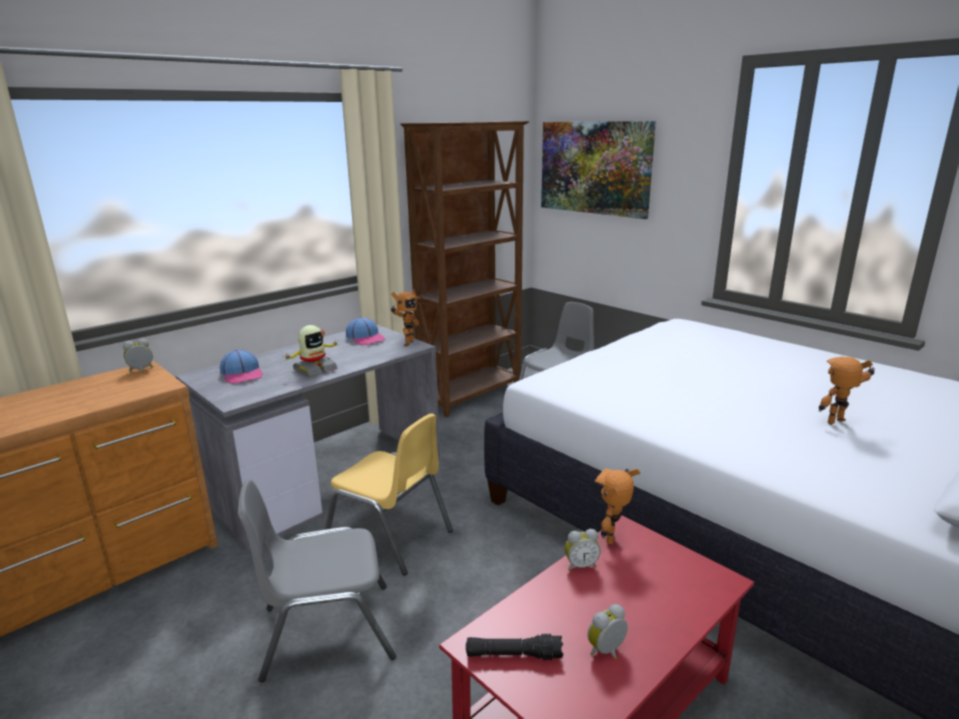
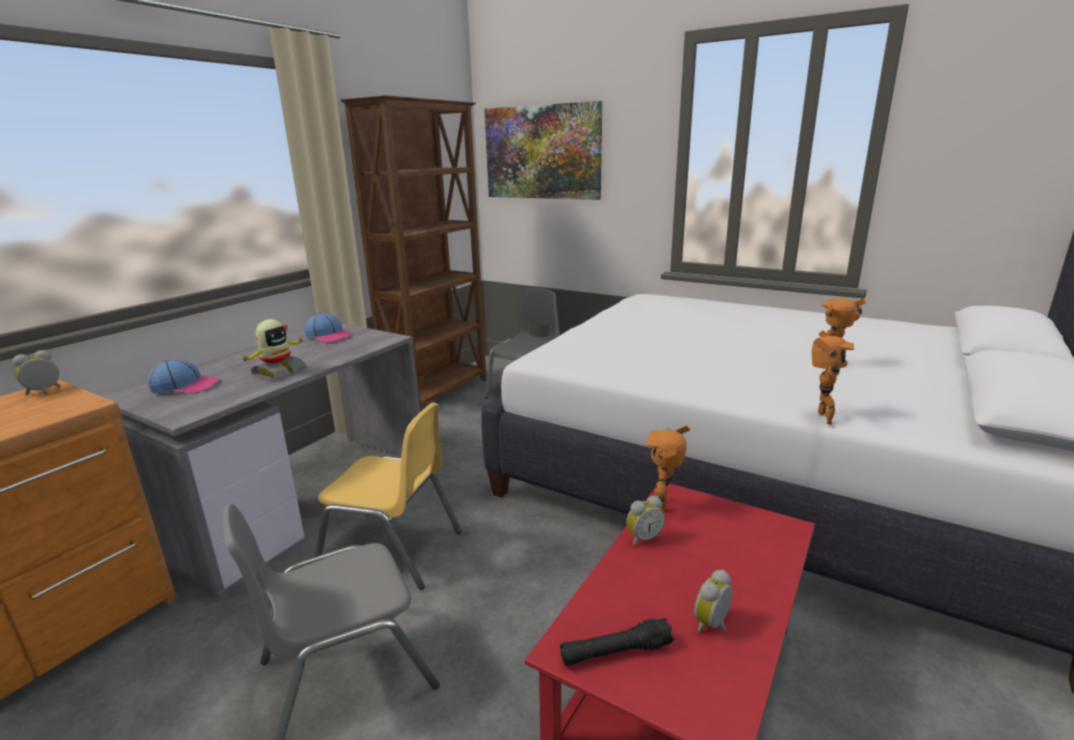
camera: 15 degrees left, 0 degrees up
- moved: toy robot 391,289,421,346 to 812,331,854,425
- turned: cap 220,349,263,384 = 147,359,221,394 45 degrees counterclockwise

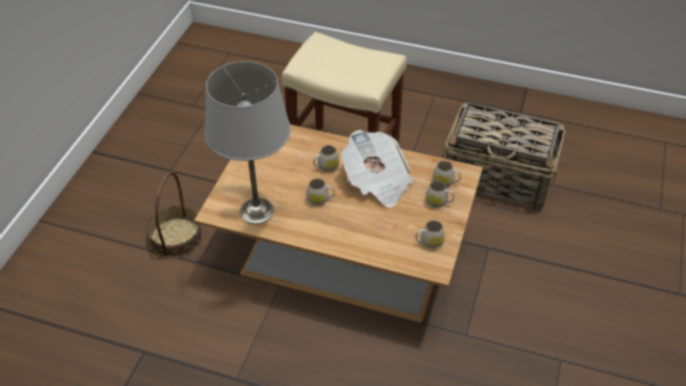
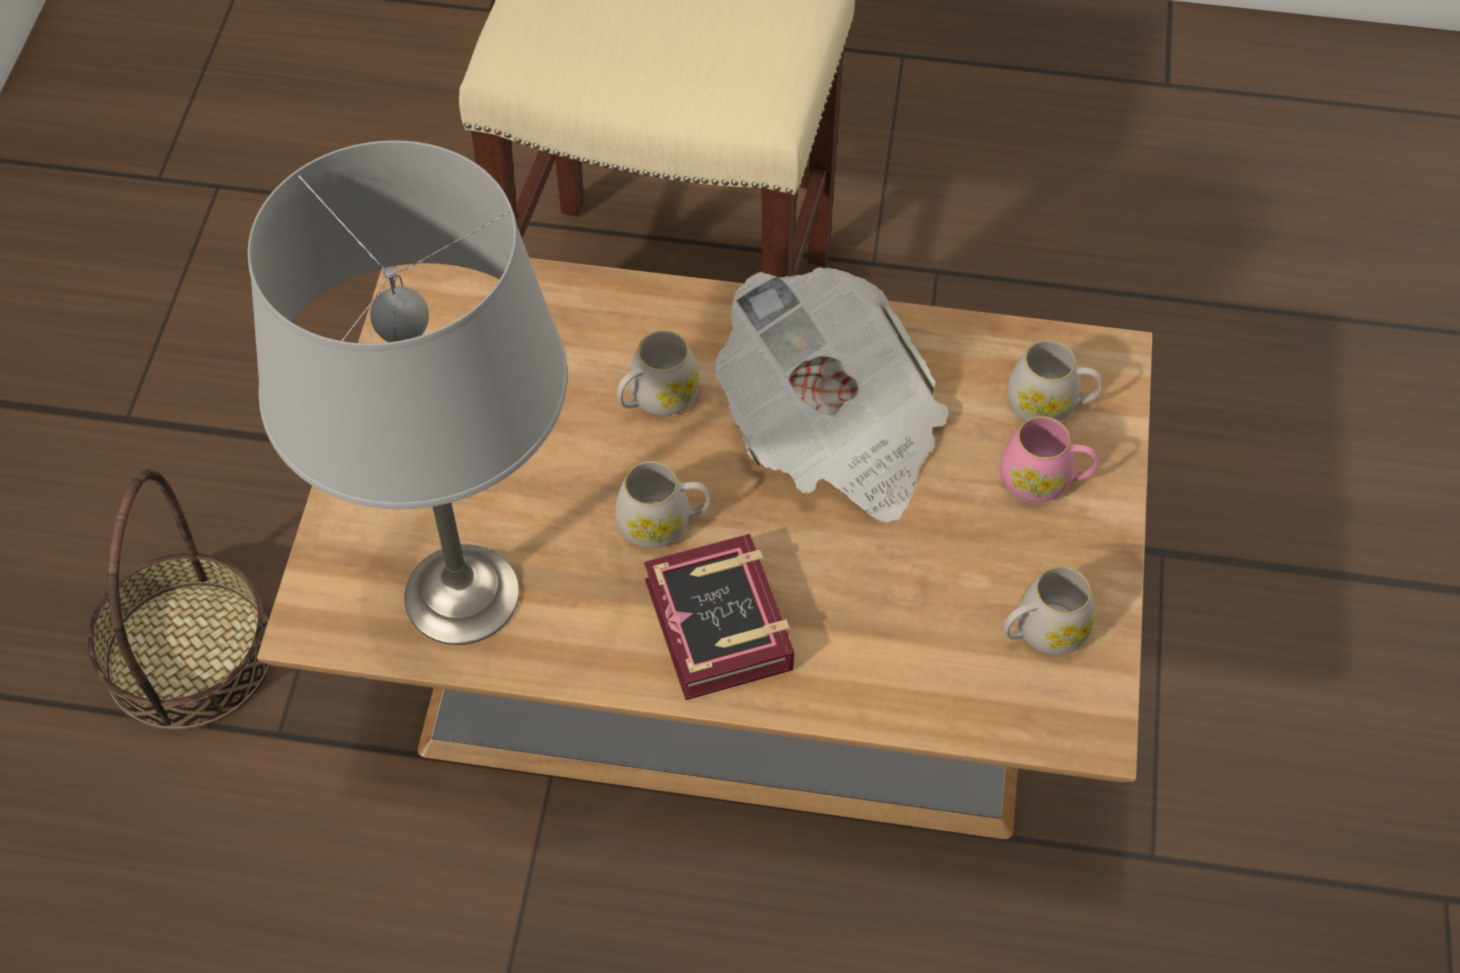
camera: 10 degrees left, 10 degrees up
- removed: basket 445,102,565,212
- recoloured: white mug 425,180,454,208 to pink mug 1000,416,1097,502
- added: book 644,534,795,700

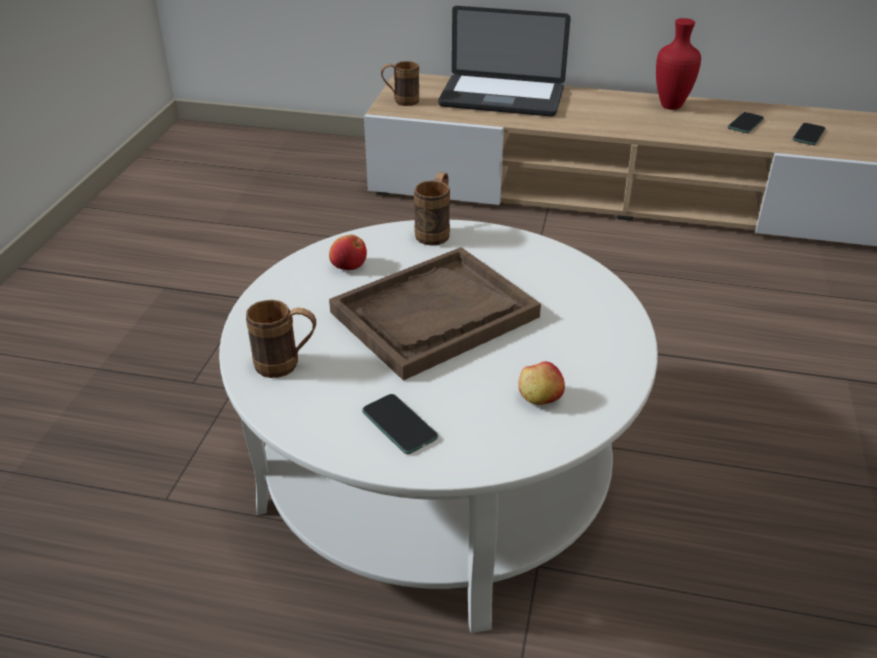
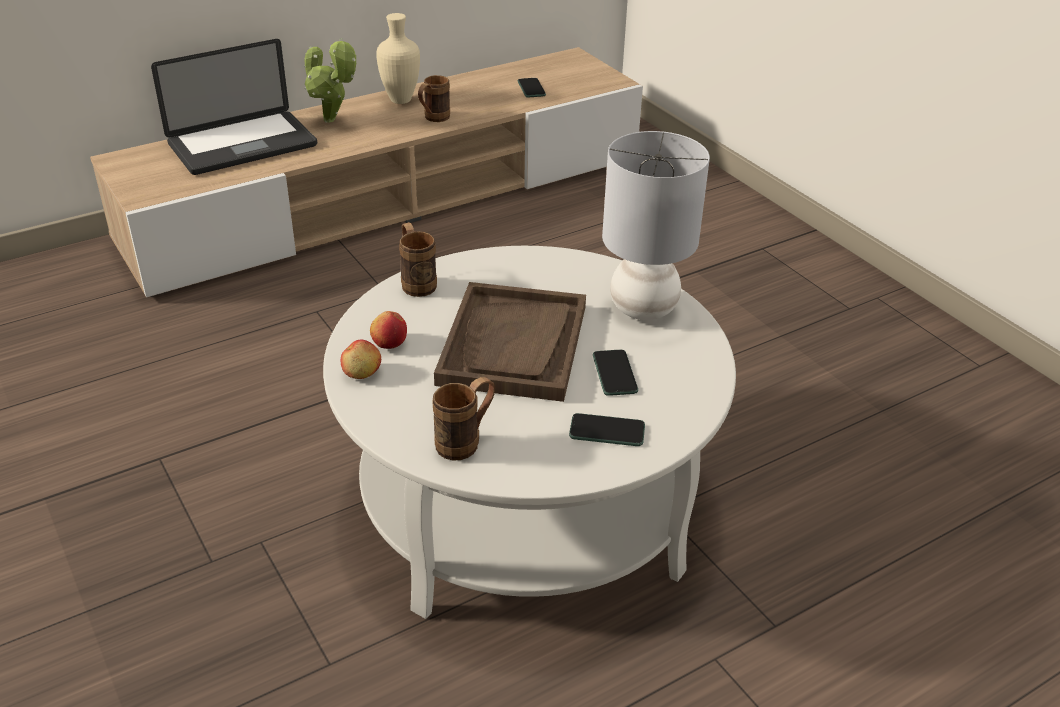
camera: 45 degrees left, 0 degrees up
- recoloured: red vase 656,18,701,110 to beige vase 377,13,420,104
- moved: brown mug 381,61,419,106 to 418,75,450,122
- moved: phone 728,112,764,133 to 593,350,638,396
- moved: apple 518,361,565,405 to 341,339,381,379
- added: potted plant 304,38,356,123
- added: grey table lamp 602,131,710,320

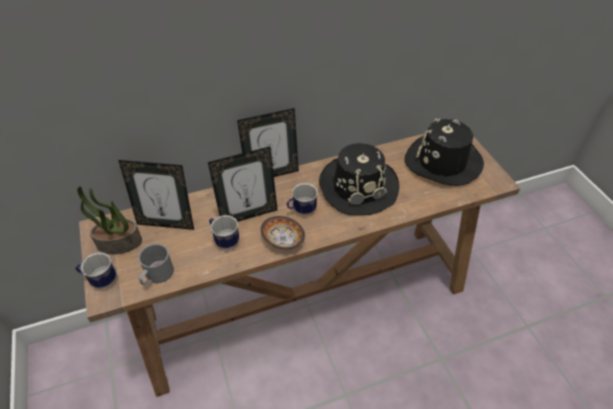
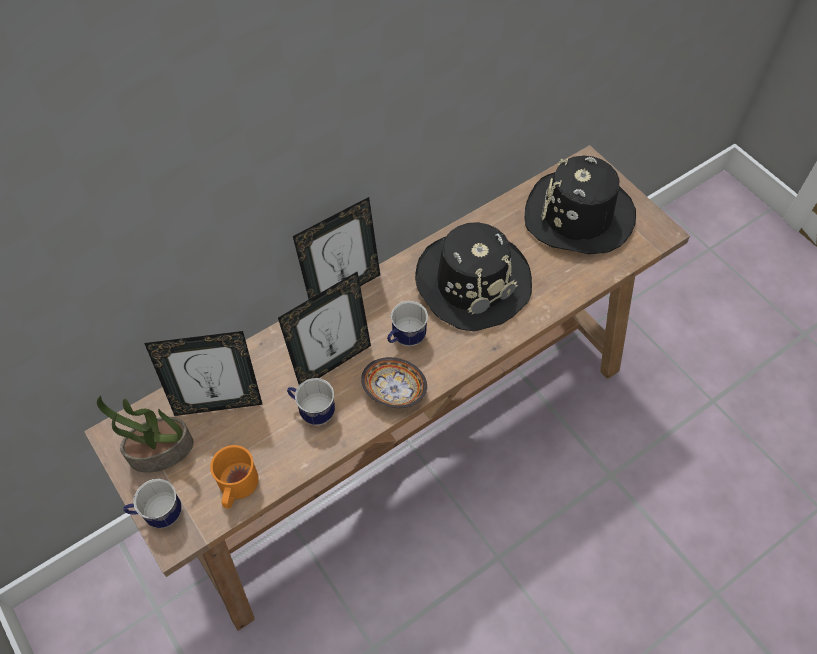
camera: 15 degrees left, 10 degrees up
- recoloured: grey mug 138,243,174,286 to orange mug 210,445,258,509

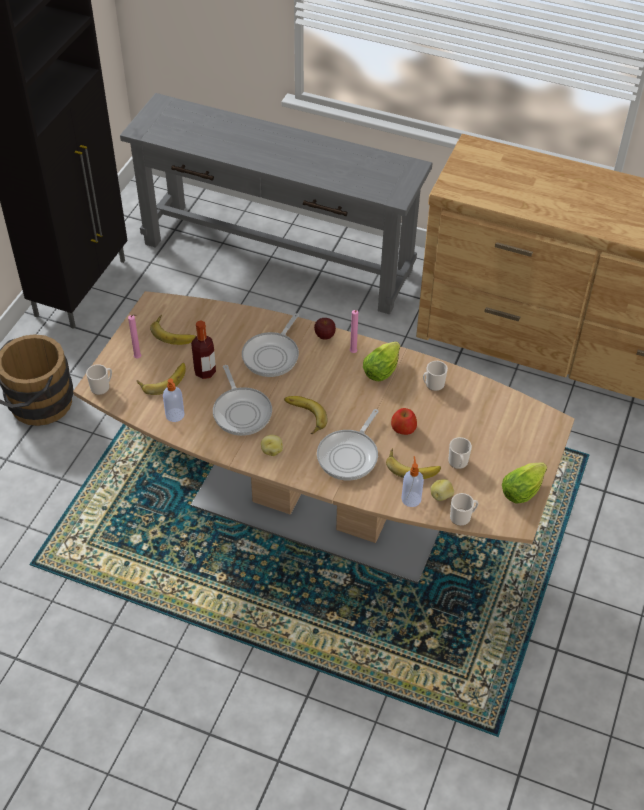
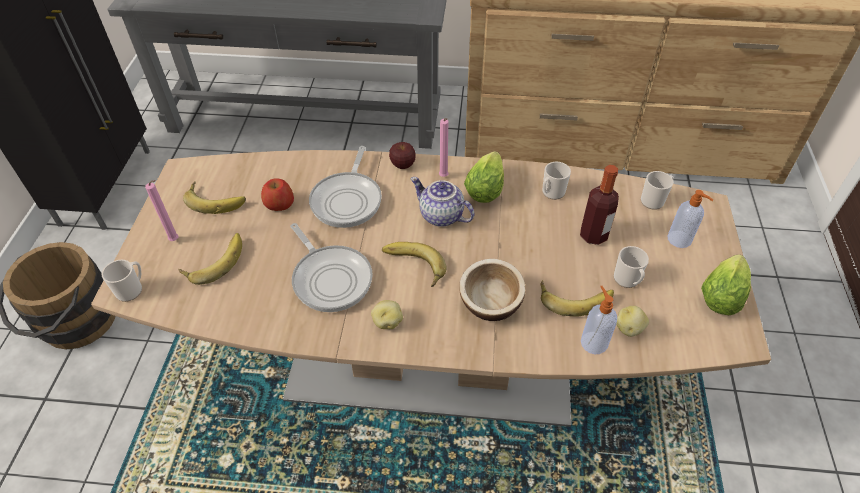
camera: 15 degrees left, 0 degrees up
- moved: bottle 191,320,216,379 to 580,165,619,245
- moved: soap dispenser 163,379,184,422 to 668,190,713,248
- moved: apple 391,408,417,435 to 261,178,294,211
- replaced: frying pan 317,409,379,481 to bowl 459,259,526,321
- moved: mug 450,493,478,526 to 641,171,674,210
- added: teapot 411,177,474,227

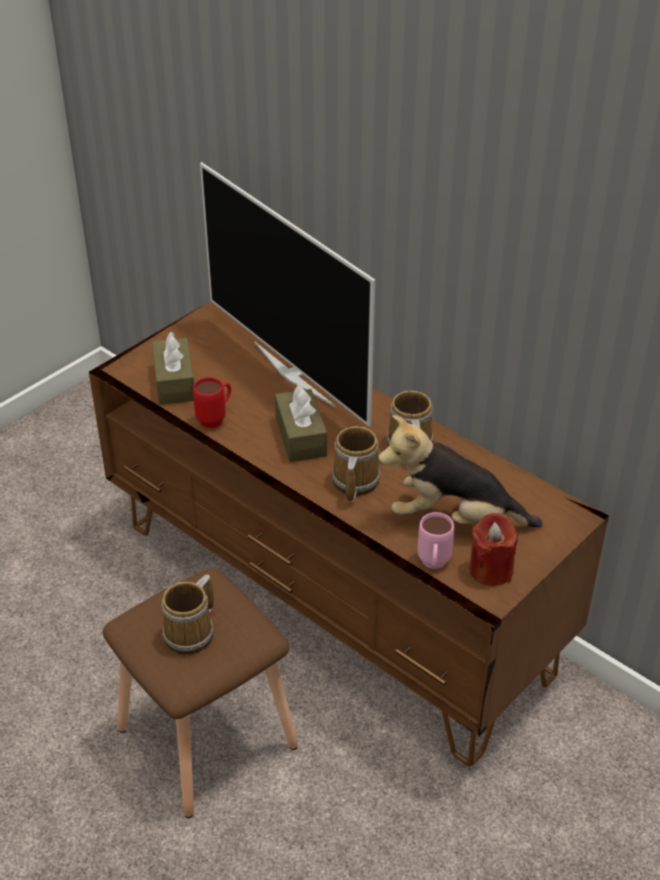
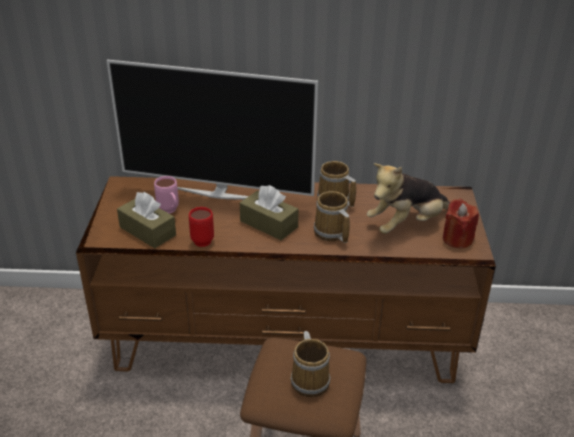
camera: 40 degrees left, 5 degrees down
- moved: pink mug 418,512,454,569 to 154,176,179,214

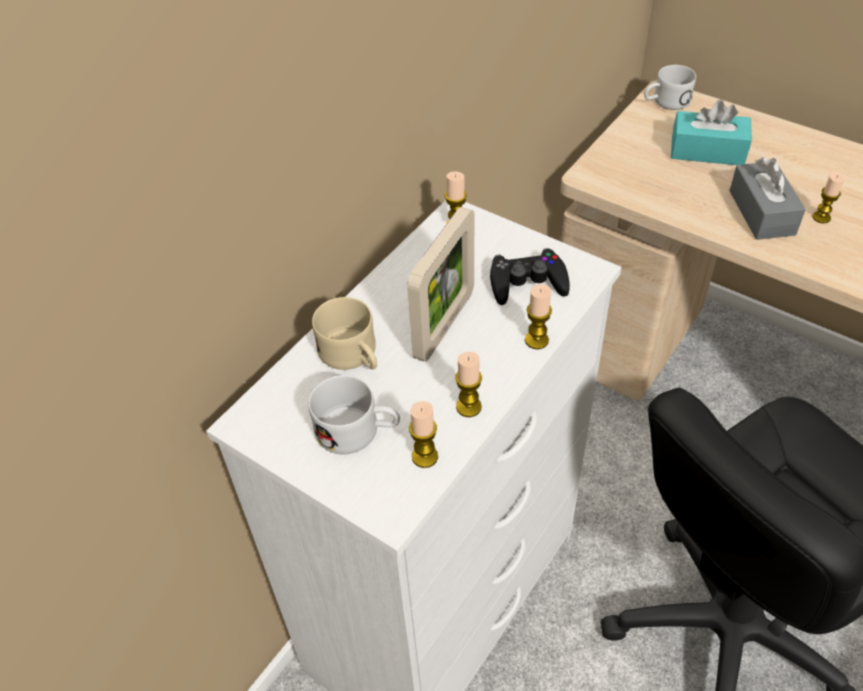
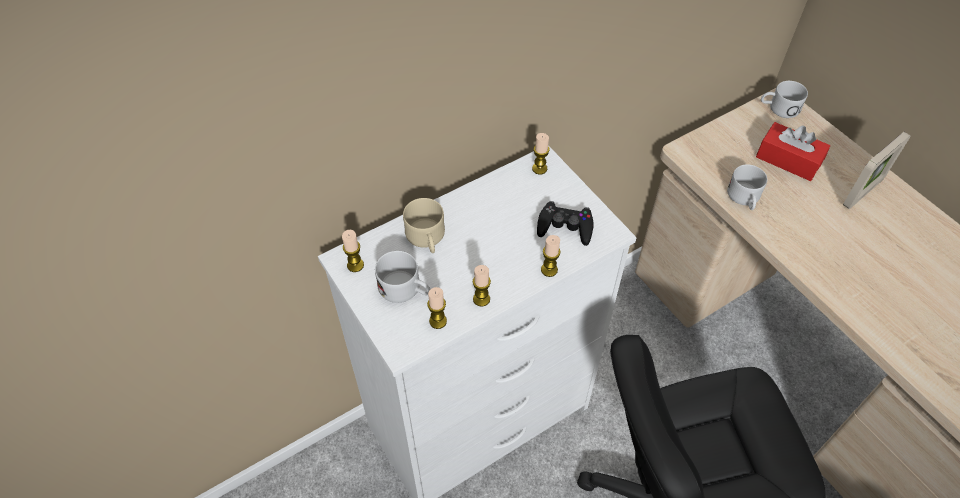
camera: 20 degrees right, 5 degrees up
- recoloured: turquoise tissue box 671,100,752,165 to red tissue box 756,122,830,181
- removed: grey tissue box 730,158,806,240
- moved: candle 812,172,845,223 to 342,230,364,272
- moved: picture frame 407,207,474,362 to 843,132,911,209
- added: white mug 727,164,767,210

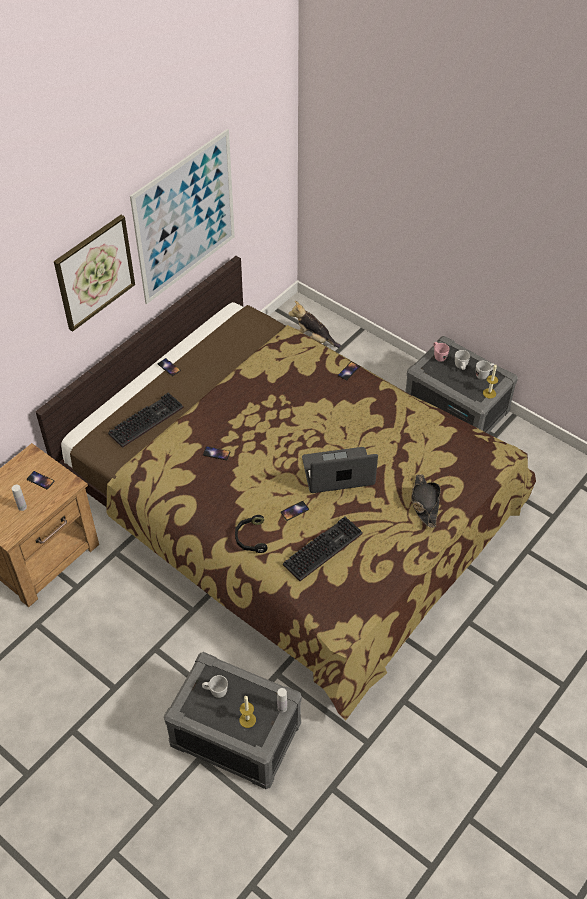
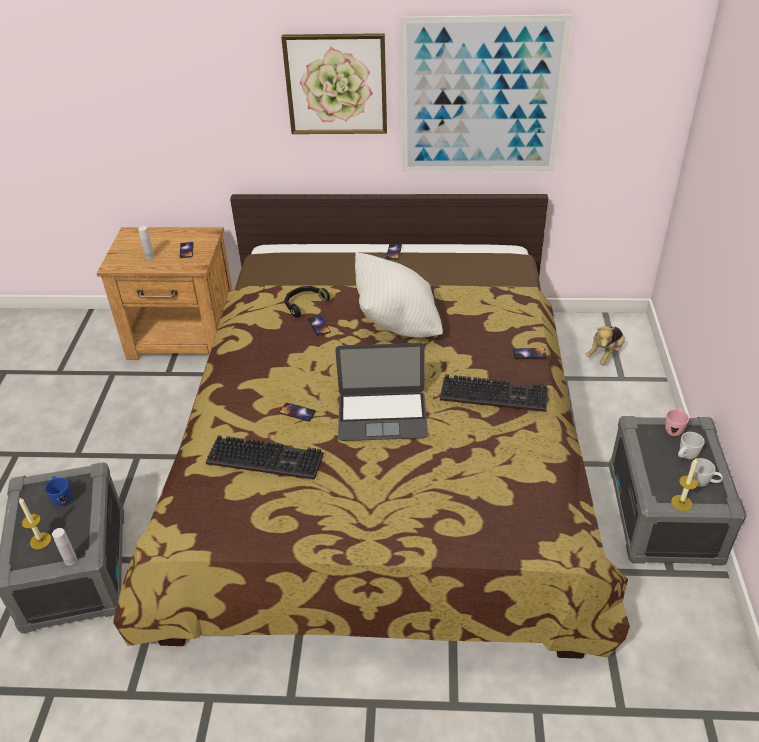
camera: 55 degrees right, 10 degrees down
- turned: plush toy 288,301,341,348 = 585,326,625,365 135 degrees counterclockwise
- moved: keyboard 108,392,184,448 to 440,374,548,412
- turned: laptop 302,447,378,493 = 335,343,428,441 135 degrees clockwise
- removed: black hat 411,474,441,528
- moved: black headphones 235,515,267,553 to 285,286,330,318
- recoloured: white mug 202,675,228,698 to blue mug 45,476,71,506
- added: white pillow 355,252,443,338

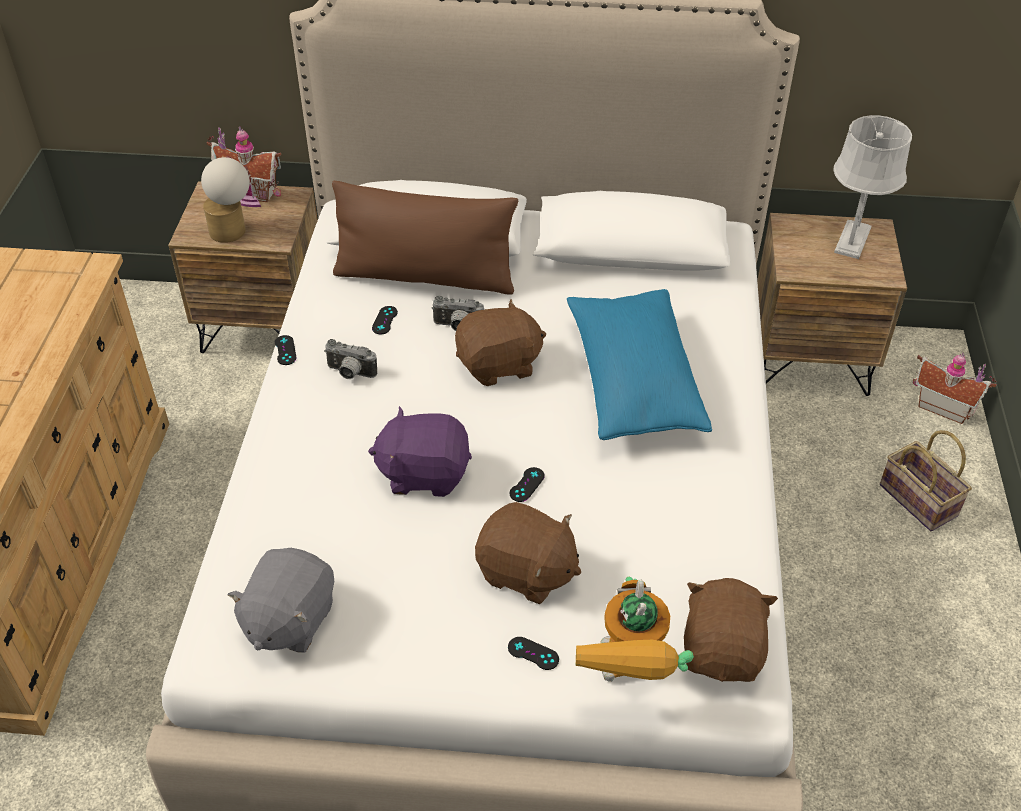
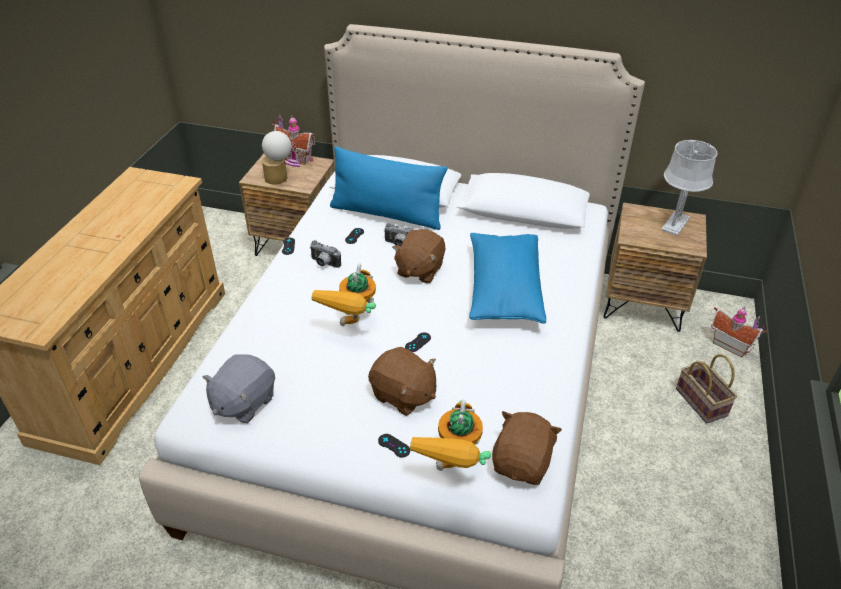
camera: 10 degrees right, 5 degrees down
- recoloured: brown pillow 332,181,518,295 to blue pillow 330,146,447,230
- turned: brown plush toy 455,299,546,386 = 392,229,445,283 120 degrees clockwise
- replaced: purple plush toy 368,406,472,497 to toy robot 312,263,376,326

